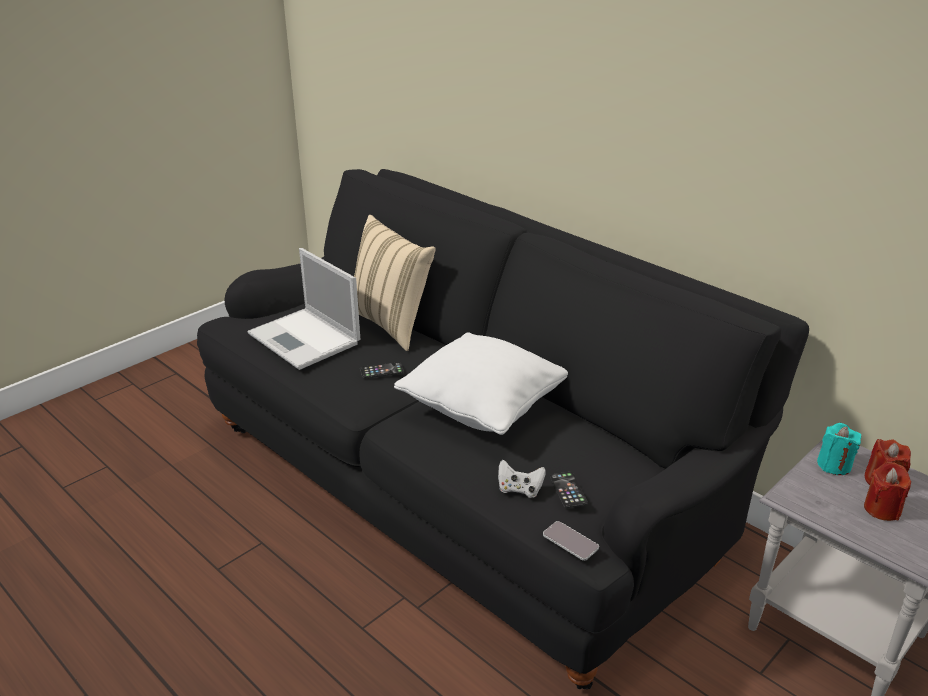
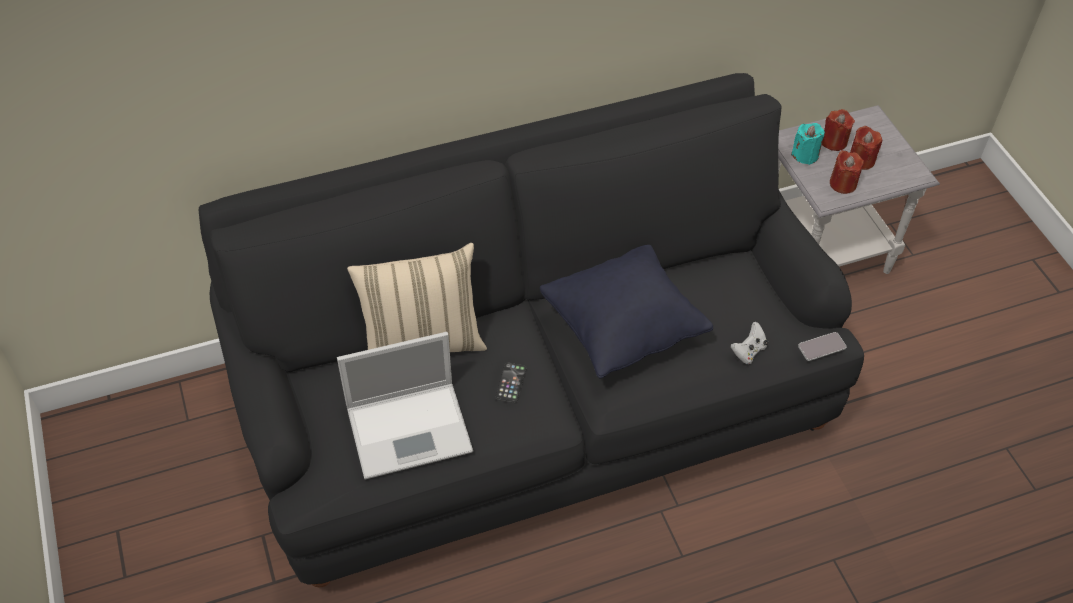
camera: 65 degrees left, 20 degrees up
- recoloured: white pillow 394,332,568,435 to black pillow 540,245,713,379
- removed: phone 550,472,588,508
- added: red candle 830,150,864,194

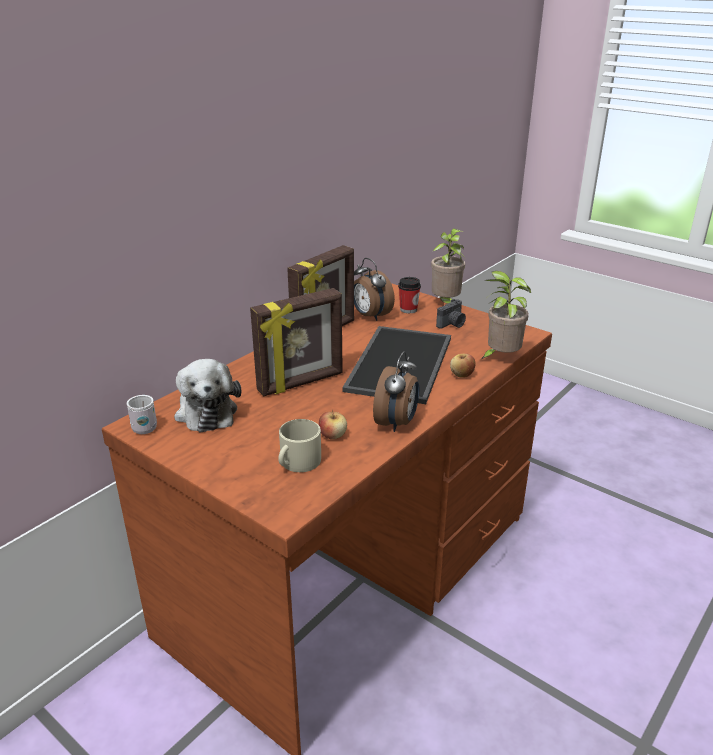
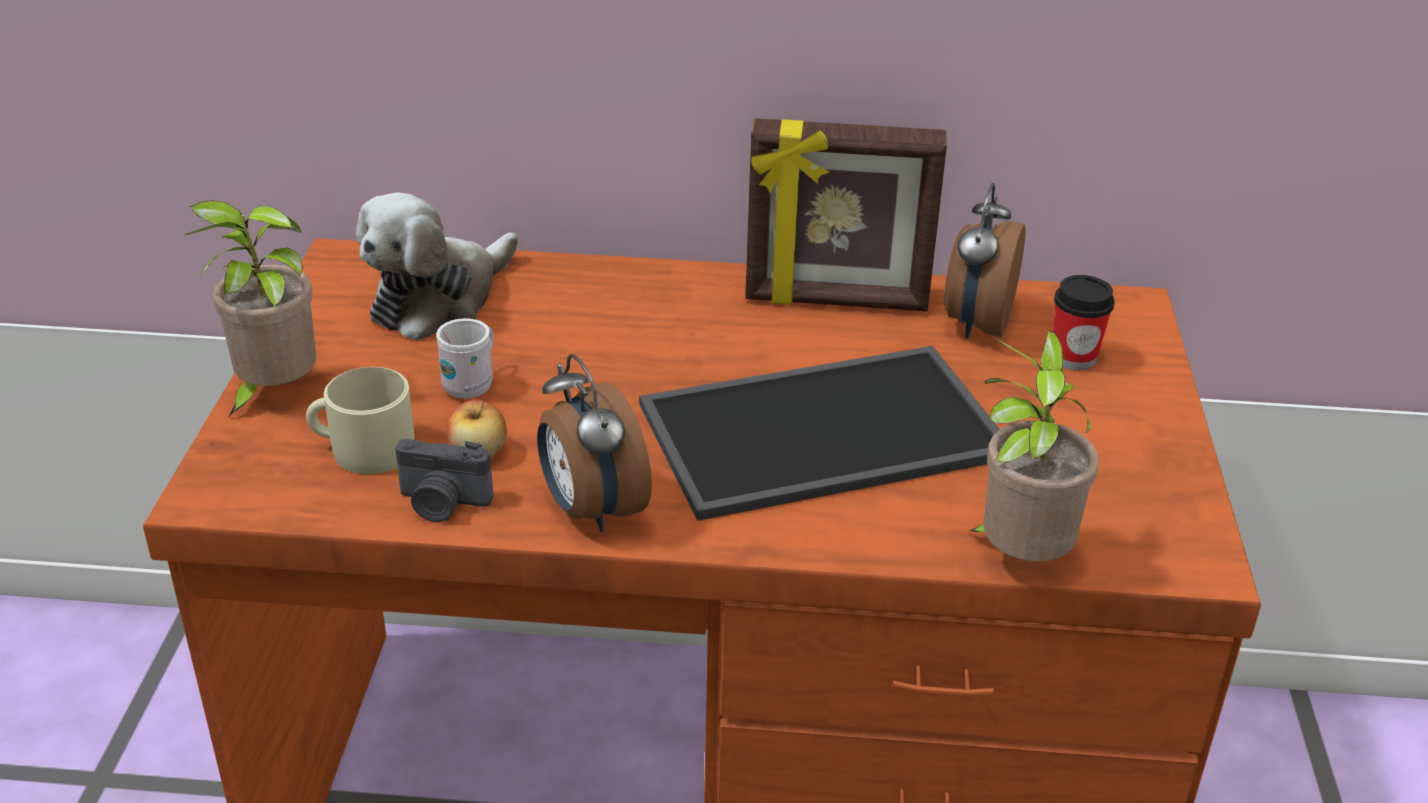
camera: 55 degrees right, 5 degrees up
- moved: potted plant 431,228,466,304 to 185,200,316,417
- removed: picture frame 250,288,343,396
- moved: photo camera 436,299,466,329 to 395,439,493,522
- turned: alarm clock 373,351,419,432 = 537,354,652,532 75 degrees clockwise
- removed: apple 450,353,476,378
- moved: white mug 127,395,157,434 to 436,318,494,399

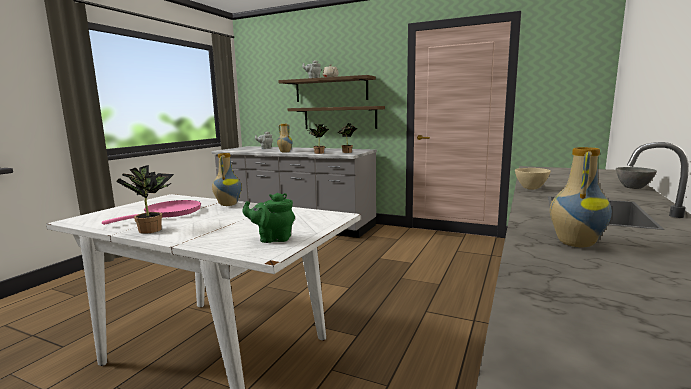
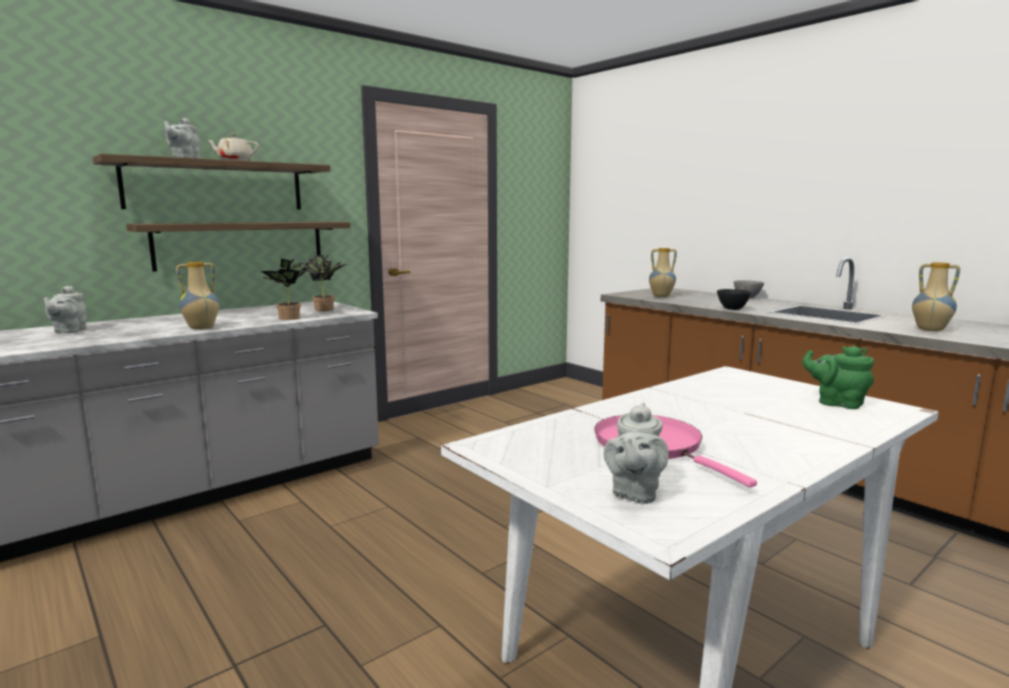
camera: 65 degrees left, 0 degrees up
- moved: vase 212,153,242,206 to 649,248,677,297
- removed: potted plant 116,165,174,234
- recoloured: beige bowl 515,168,551,190 to black bowl 717,289,751,310
- turned: green teapot 242,193,295,243 = 802,346,874,409 105 degrees clockwise
- added: grey teapot 604,402,669,504

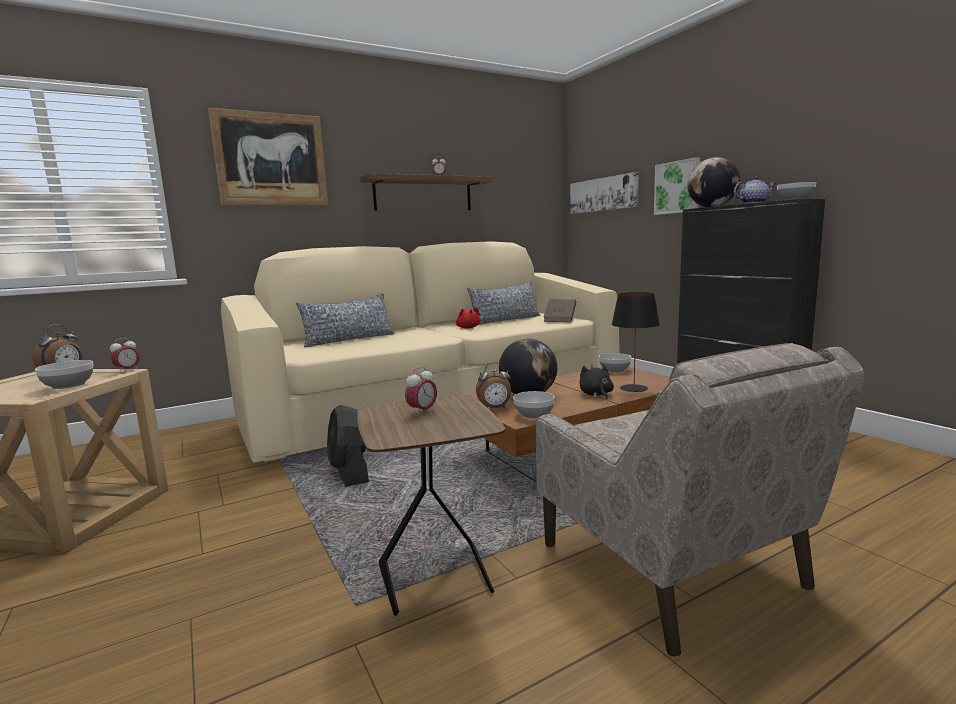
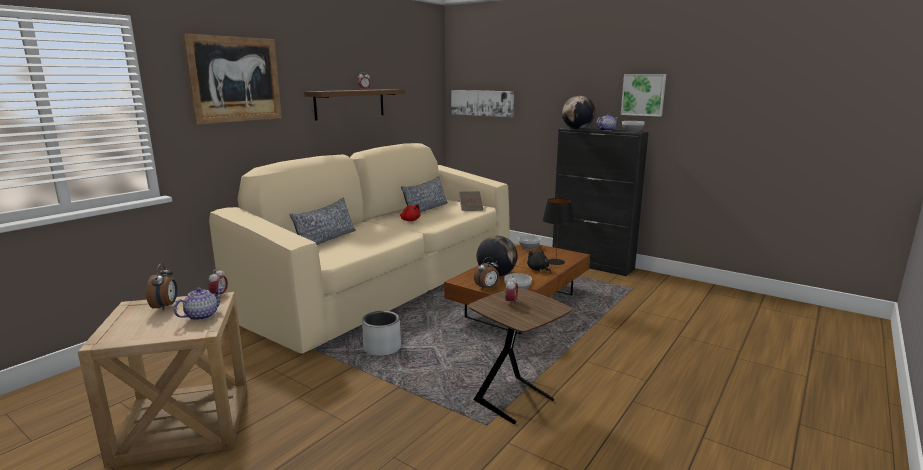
camera: 25 degrees left, 5 degrees up
- moved: picture 654,157,700,215 to 621,74,666,117
- removed: beige armchair 536,343,864,656
- replaced: bowl 35,360,93,389 to teapot 174,287,223,321
- replaced: black fan 327,405,369,487 to grey planter 362,311,401,356

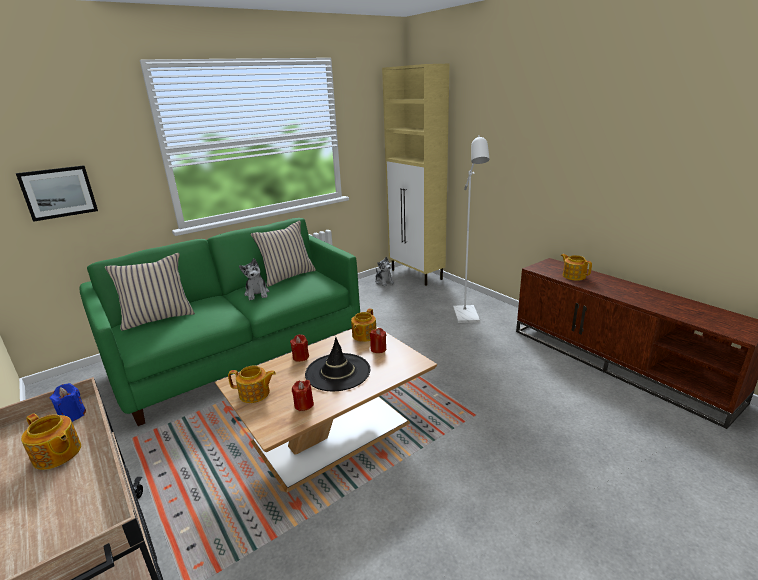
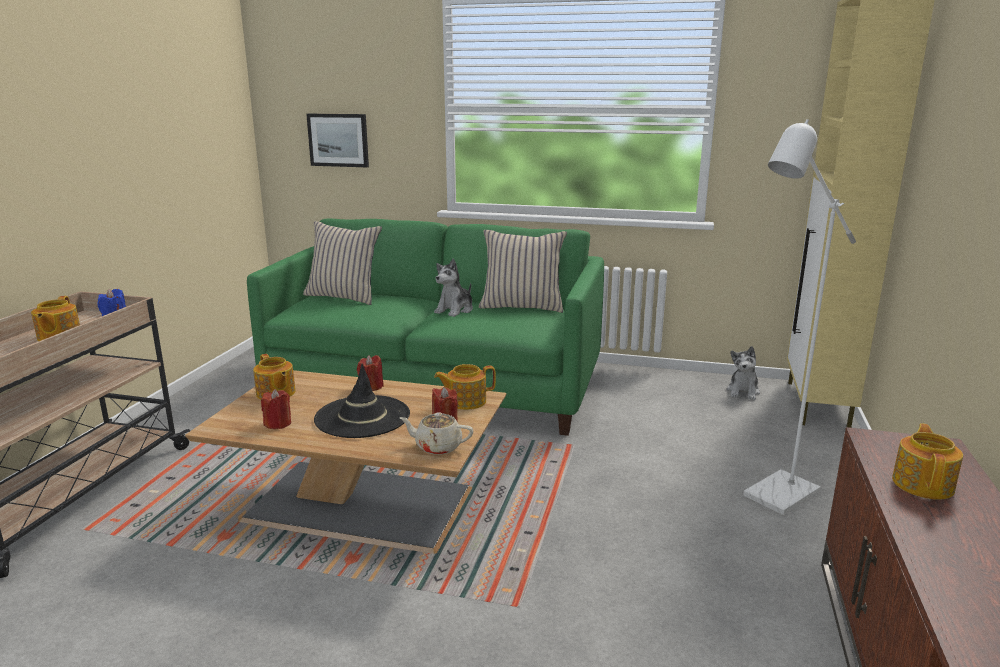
camera: 50 degrees right, 5 degrees down
- added: beige teapot 400,412,473,455

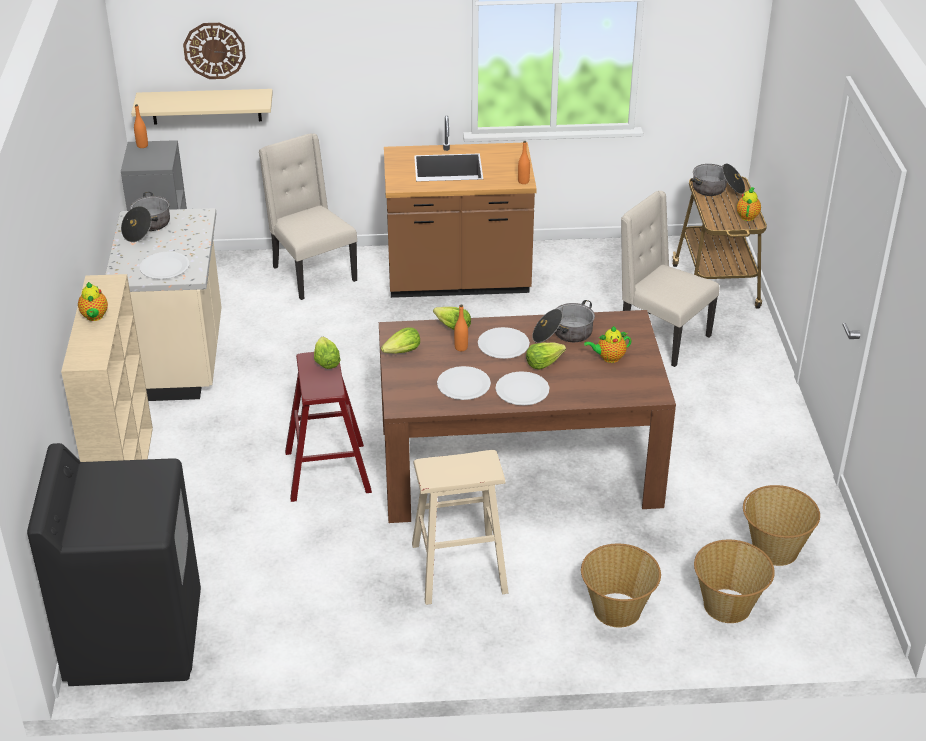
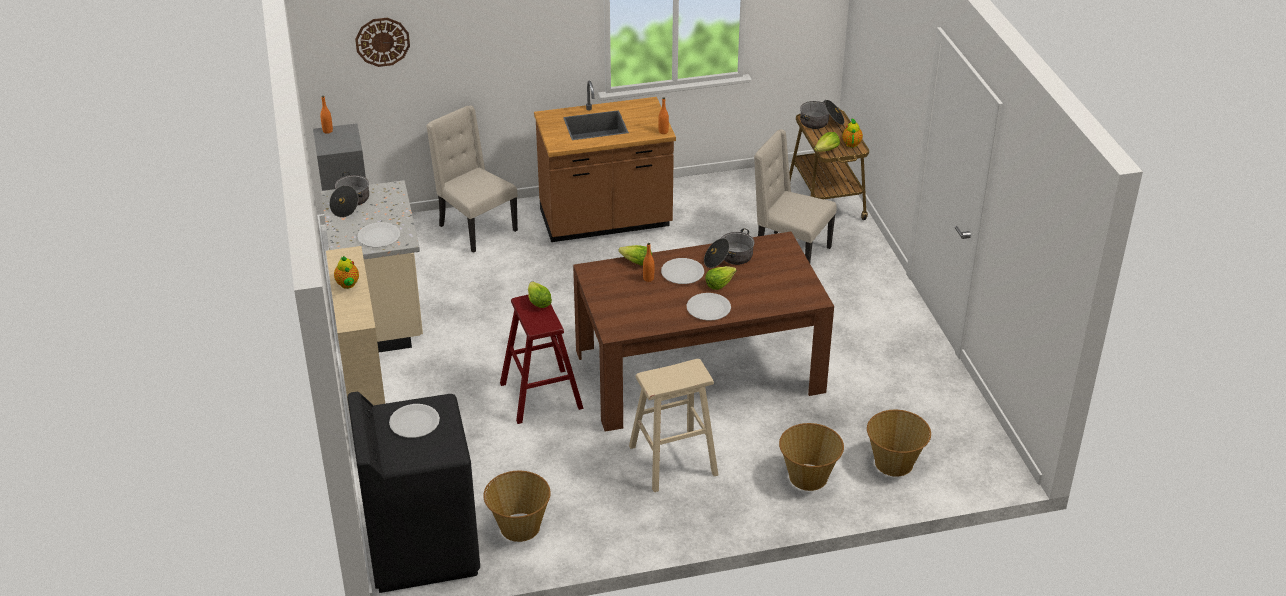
camera: 10 degrees left, 0 degrees up
- removed: beige shelf 131,89,273,124
- removed: teapot 584,326,631,363
- moved: lettuce 381,327,420,354 to 814,132,840,152
- moved: white plate 437,366,491,400 to 389,404,440,438
- moved: basket 743,485,820,566 to 483,471,551,542

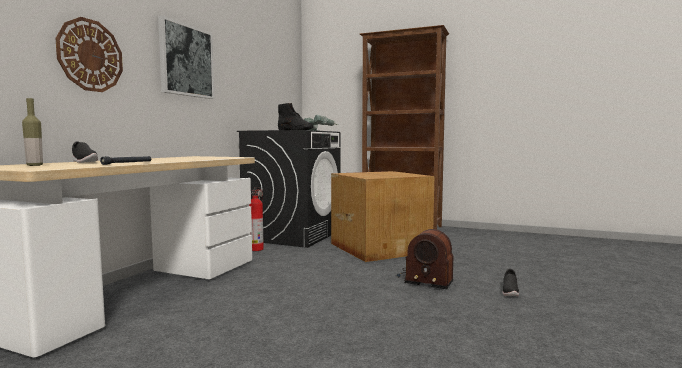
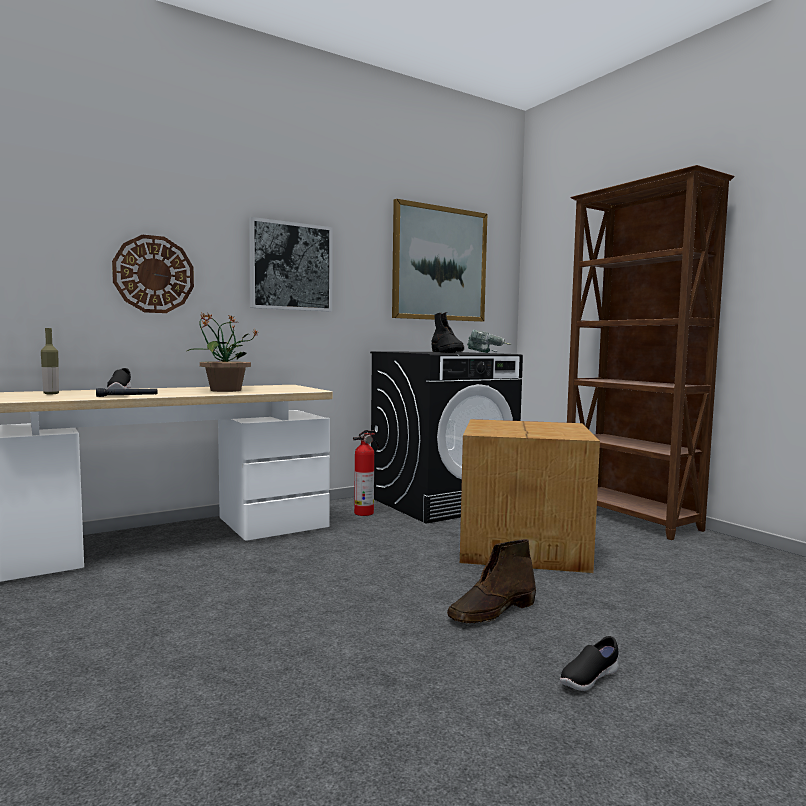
camera: 35 degrees right, 0 degrees up
- replaced: radio 397,229,454,289 to brown boot 447,539,536,623
- added: picture 392,199,487,322
- added: potted plant 187,312,258,392

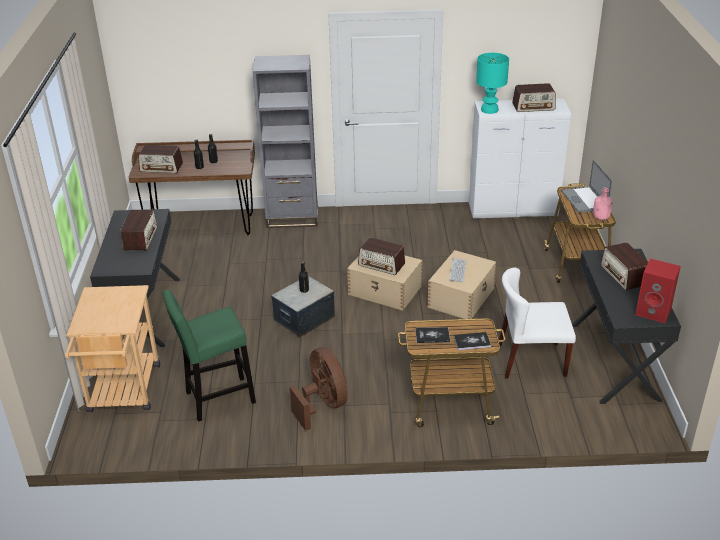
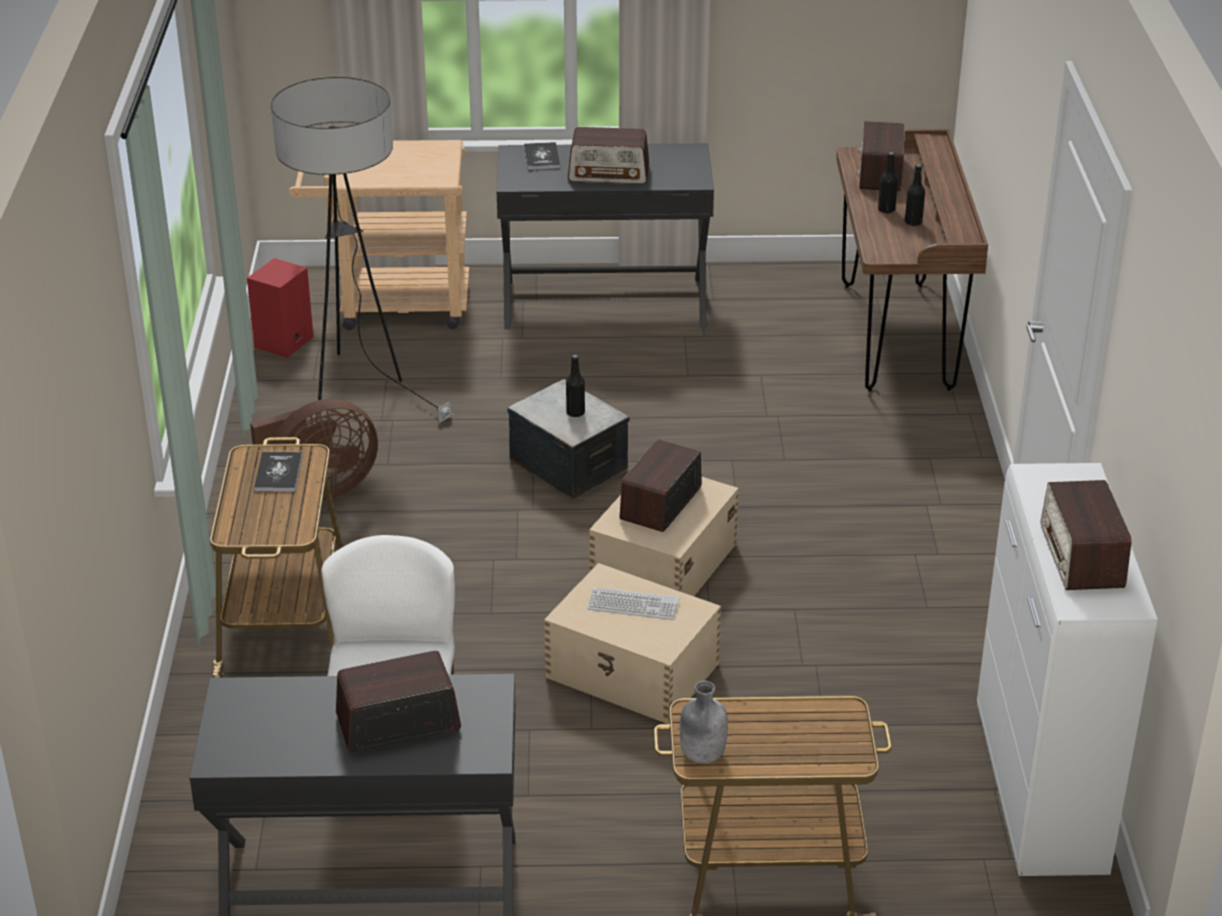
camera: 90 degrees right, 0 degrees up
- removed: turquoise table lamp 476,53,509,114
- removed: grey bookcase 252,55,318,228
- removed: laptop 561,159,613,213
- recoloured: pink bottle 593,188,613,220 to grey bottle 680,681,728,763
- moved: red speaker 635,259,681,323 to 247,258,314,358
- replaced: green stool 163,290,256,422 to floor lamp 271,77,454,422
- moved: book 454,332,491,350 to 524,142,560,170

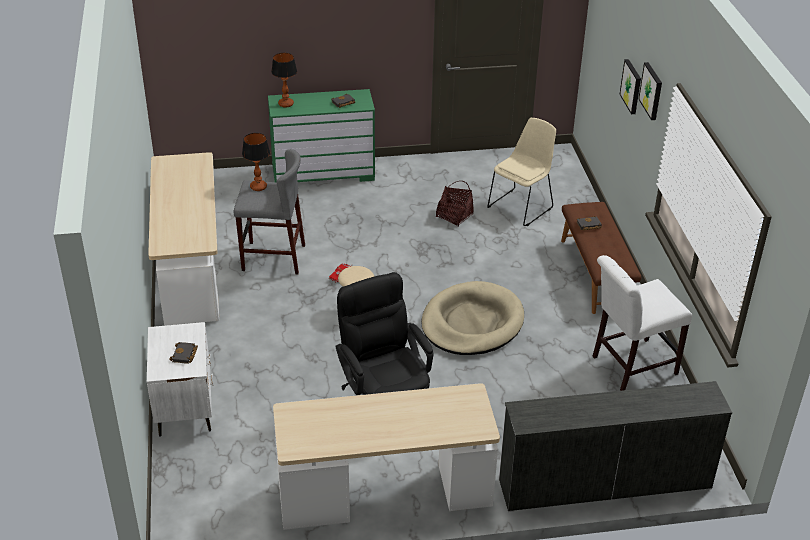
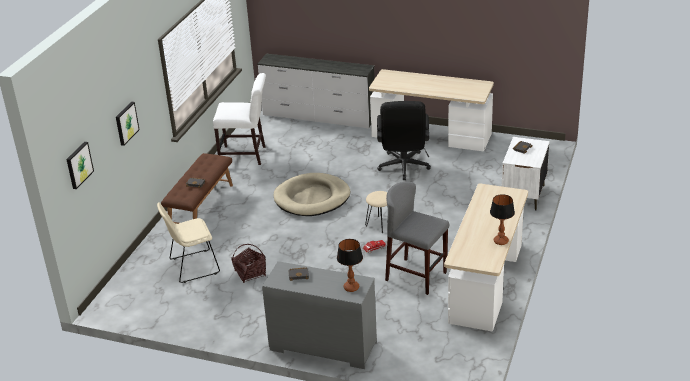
camera: 150 degrees left, 5 degrees down
- moved: picture 639,62,662,120 to 66,142,94,189
- recoloured: green dresser 268,89,375,183 to grey dresser 262,261,377,369
- moved: table lamp 242,133,270,191 to 490,194,515,245

